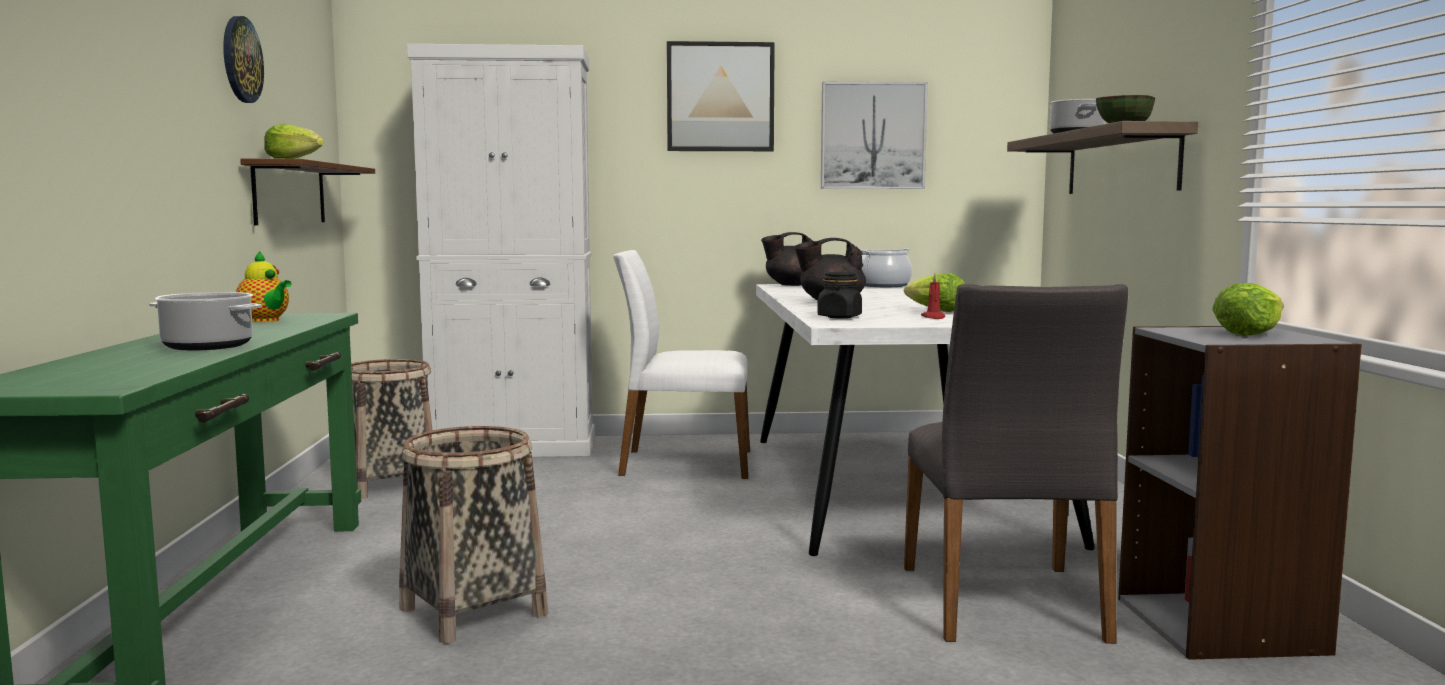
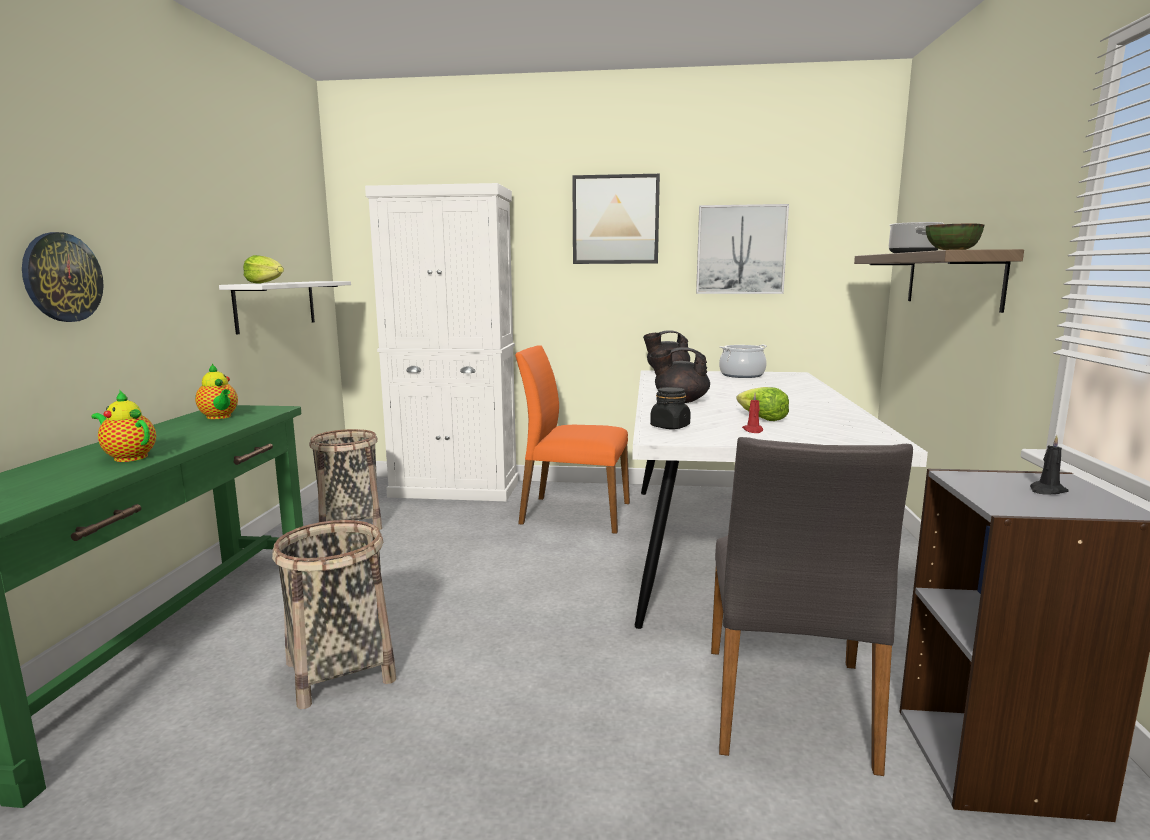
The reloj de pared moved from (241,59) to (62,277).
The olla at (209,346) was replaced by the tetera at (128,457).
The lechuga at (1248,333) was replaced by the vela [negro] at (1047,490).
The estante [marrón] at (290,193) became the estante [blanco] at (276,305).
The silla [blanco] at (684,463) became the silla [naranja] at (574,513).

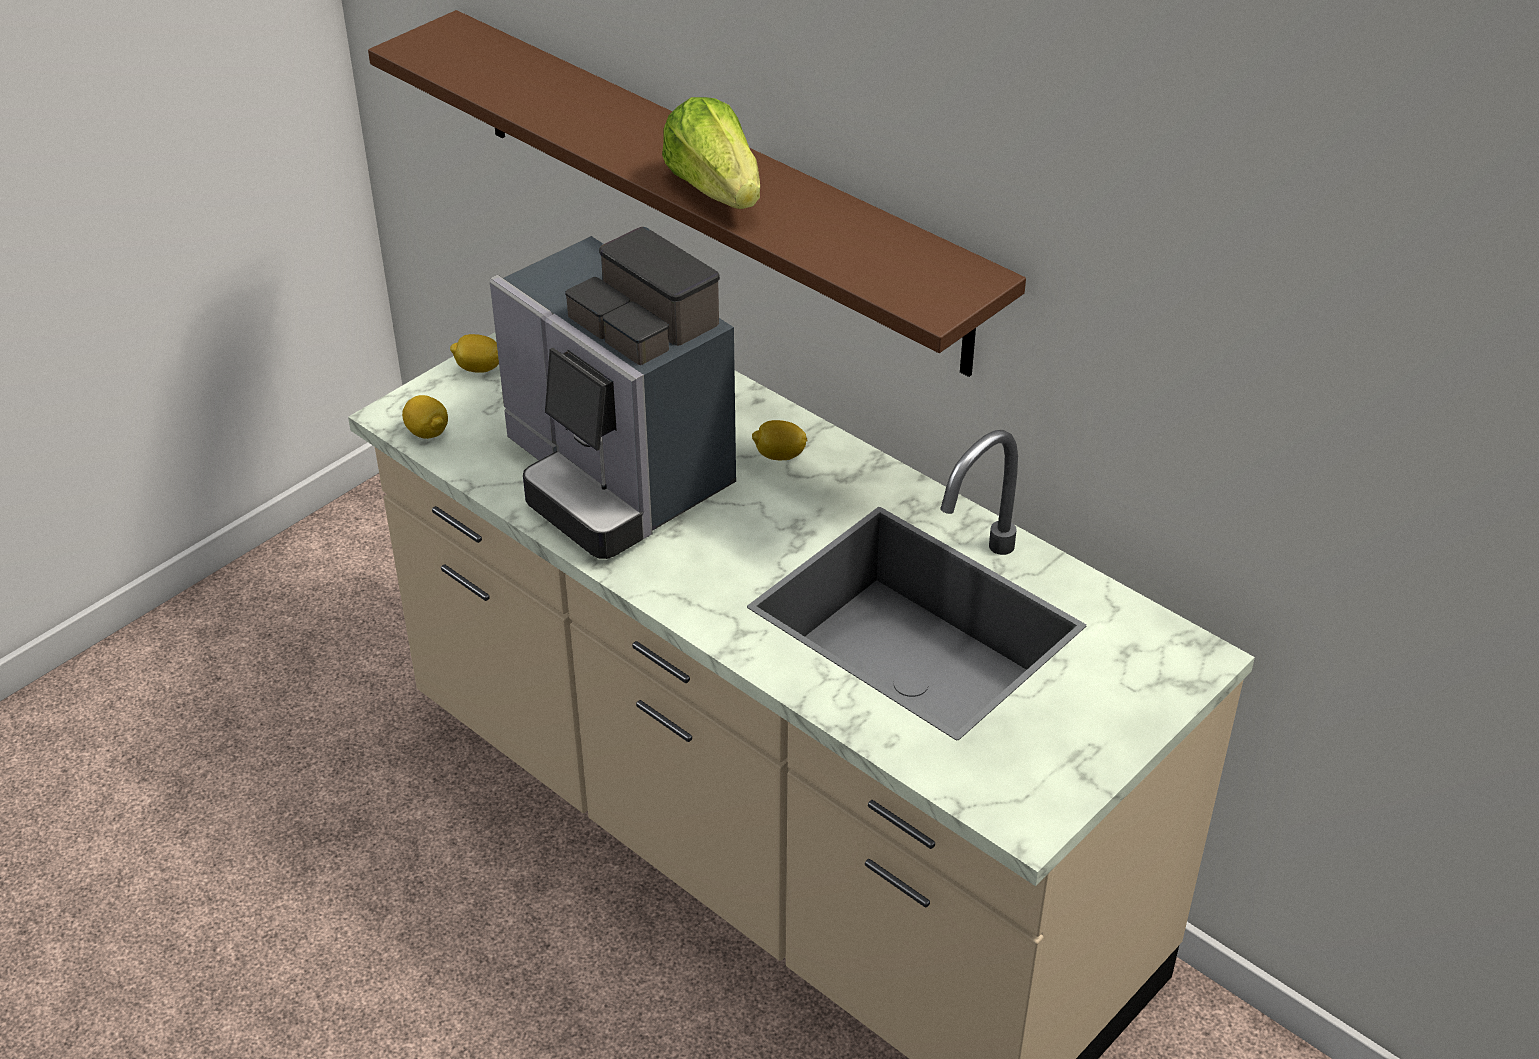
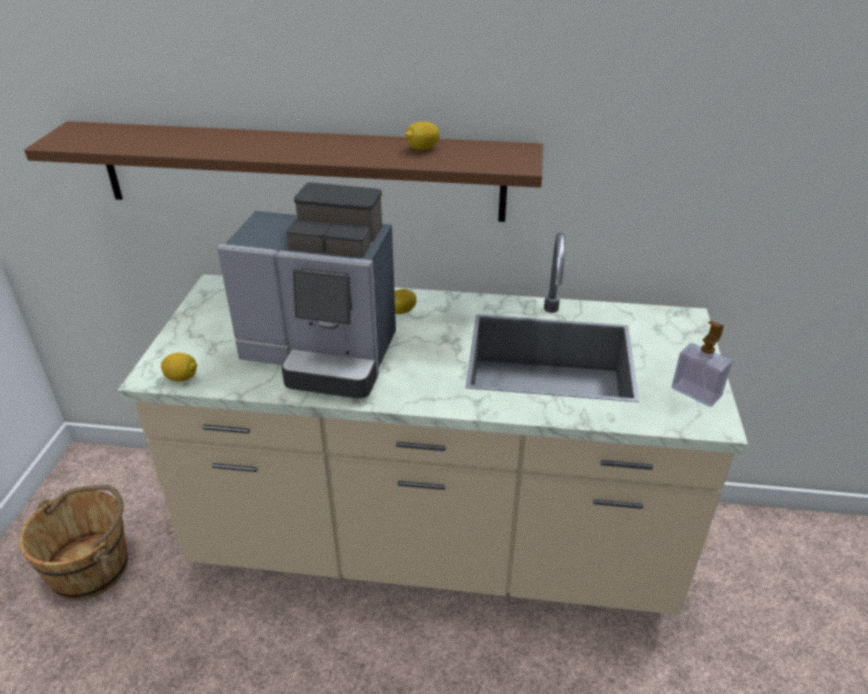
The lechuga at (716,190) disappeared.
The cubo [marrón] at (91,567) appeared.
The dispensador de jabón at (696,392) appeared.
The limón moved from (479,369) to (422,149).

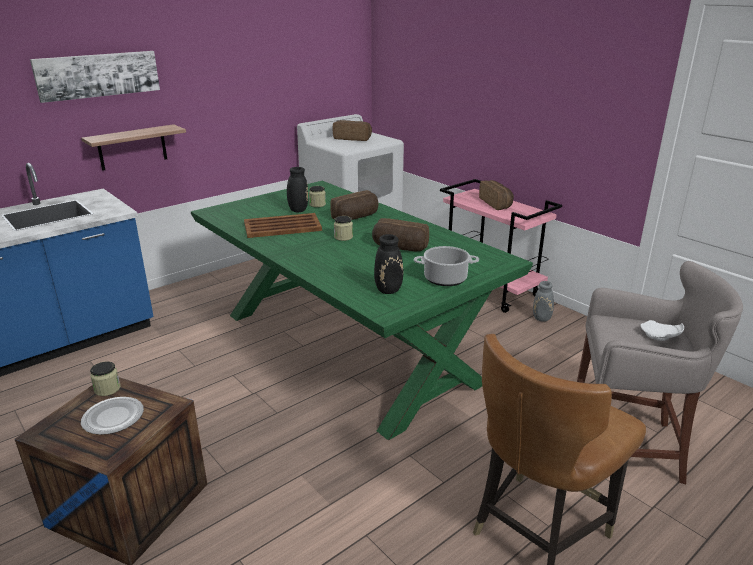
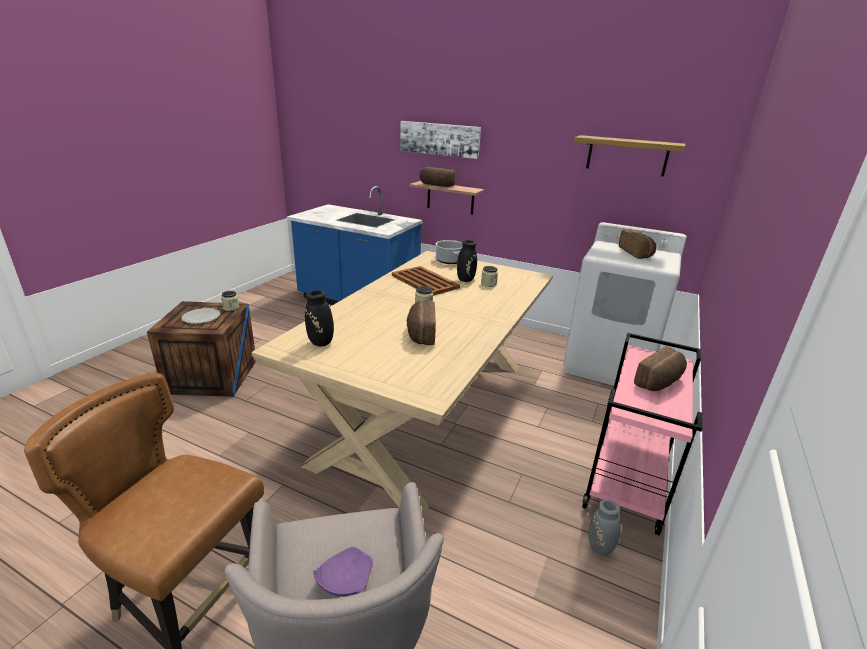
The estante at (627,155) appeared.
The pan moved from (356,217) to (436,185).
The olla moved from (444,279) to (449,260).
The mesa de comedor [verde] at (346,345) became the mesa de comedor [beis] at (427,408).
The plato [blanco] at (660,337) became the plato [morado] at (344,580).

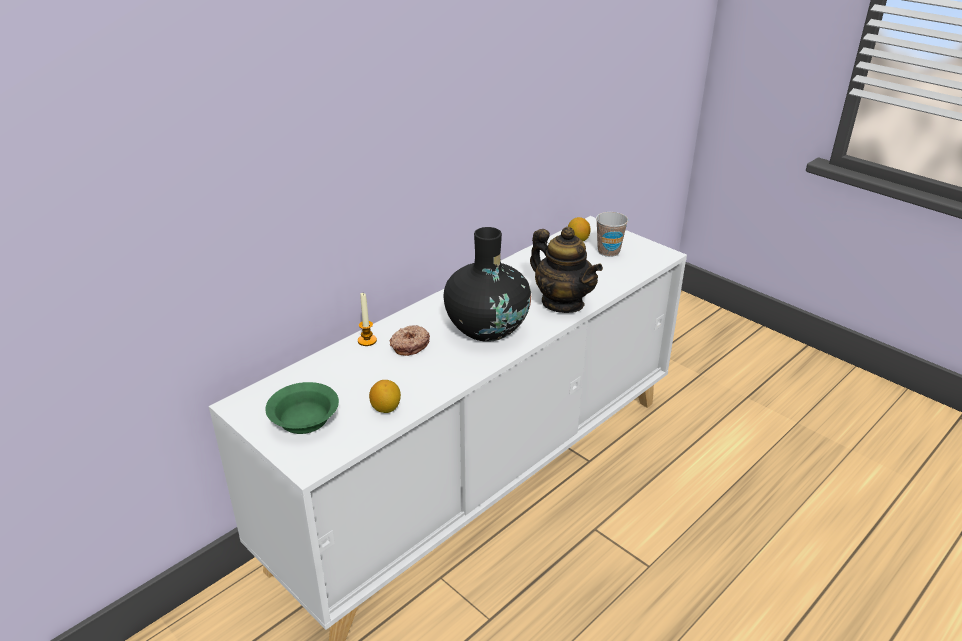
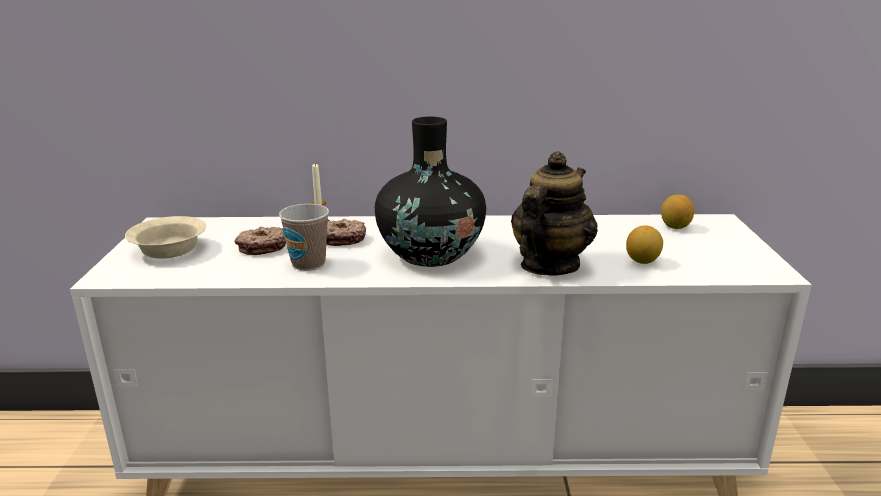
The rosquilla at (262,247) appeared.
The limón moved from (386,408) to (642,261).
The taza moved from (608,251) to (308,264).
The cuenco [verde] at (305,421) became the cuenco [beis] at (168,251).
The tetera at (562,303) turned 150 degrees counterclockwise.

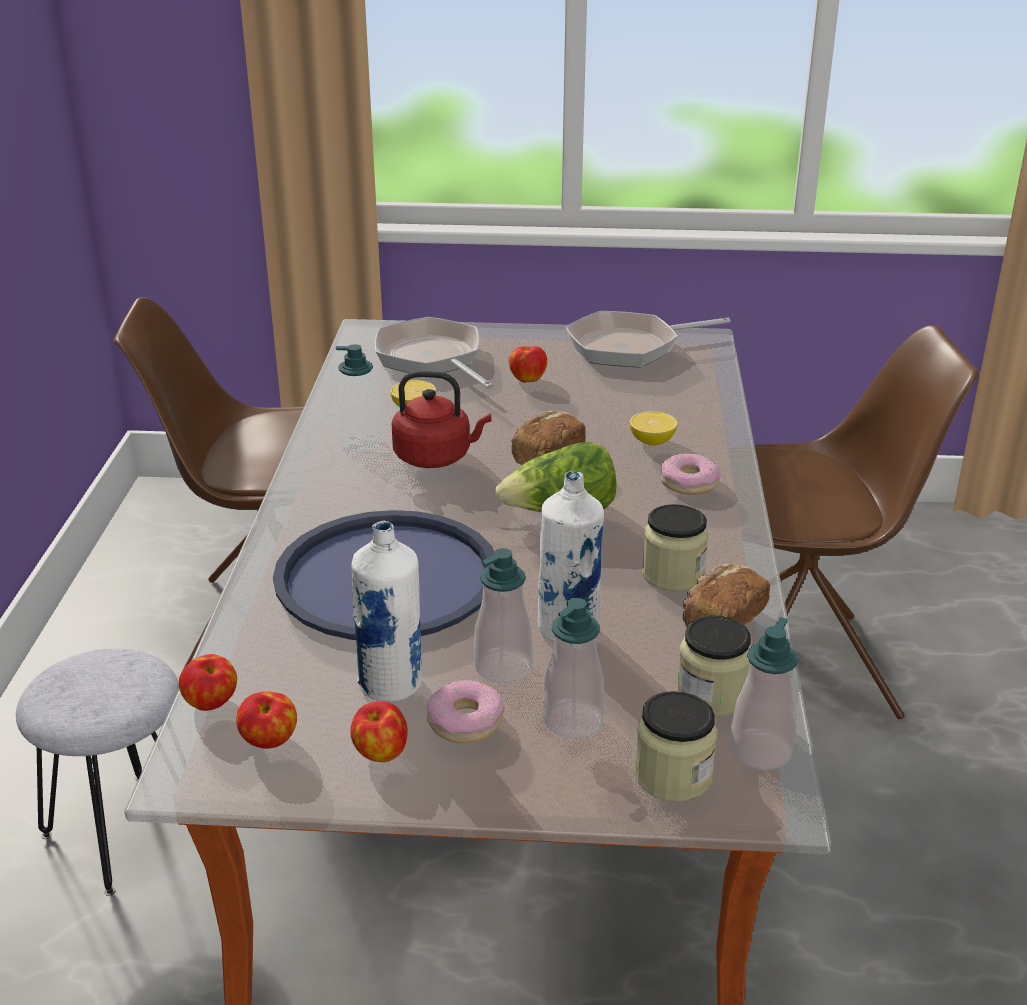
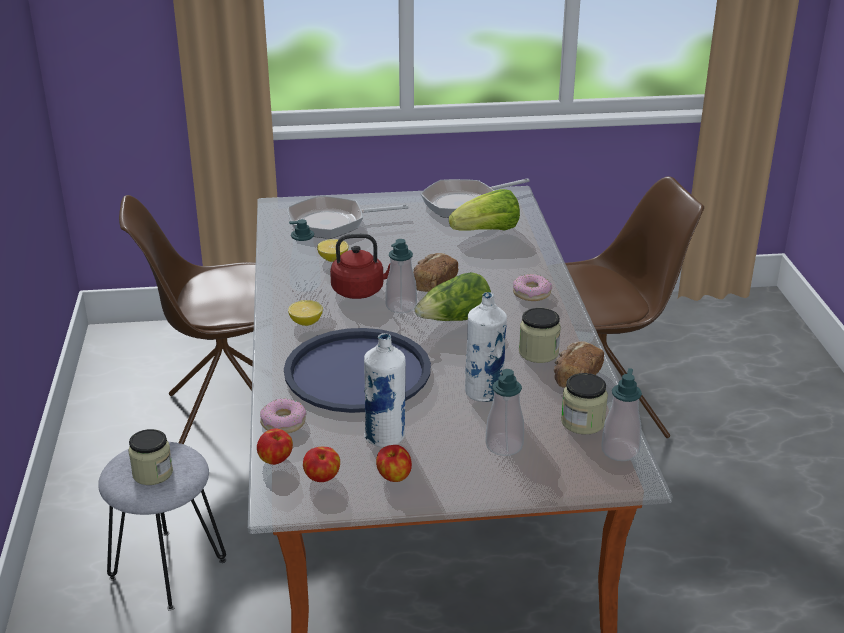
The manzana at (527,379) disappeared.
The lechuga at (487,232) appeared.
The rosquilla moved from (465,721) to (283,422).
The dispensador de jabón moved from (503,667) to (401,306).
The limón moved from (652,442) to (306,322).
The tarro moved from (673,776) to (152,473).
The sartén at (432,359) turned 60 degrees counterclockwise.

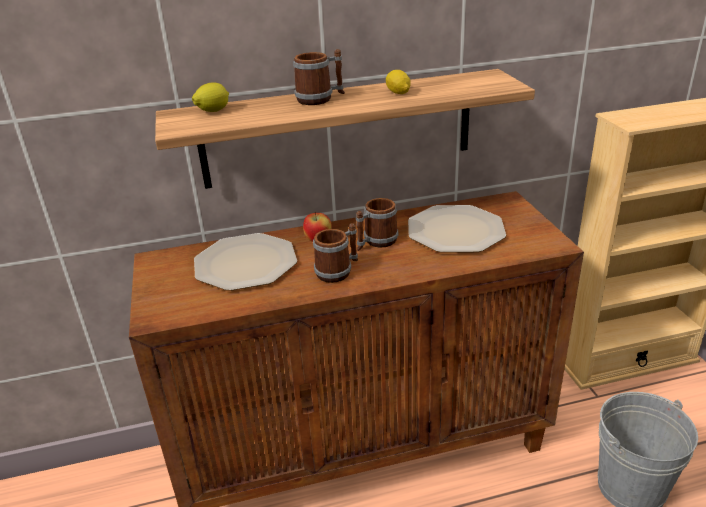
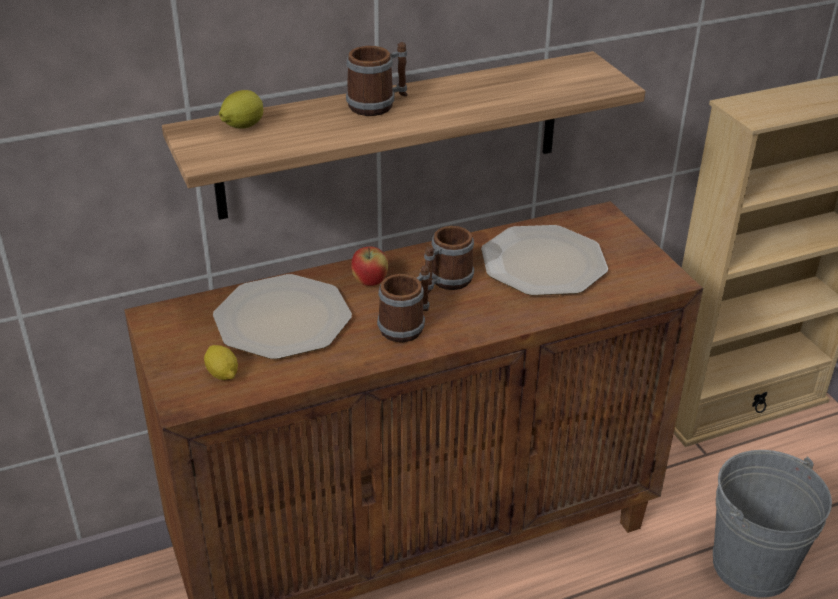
The limón moved from (398,92) to (222,373).

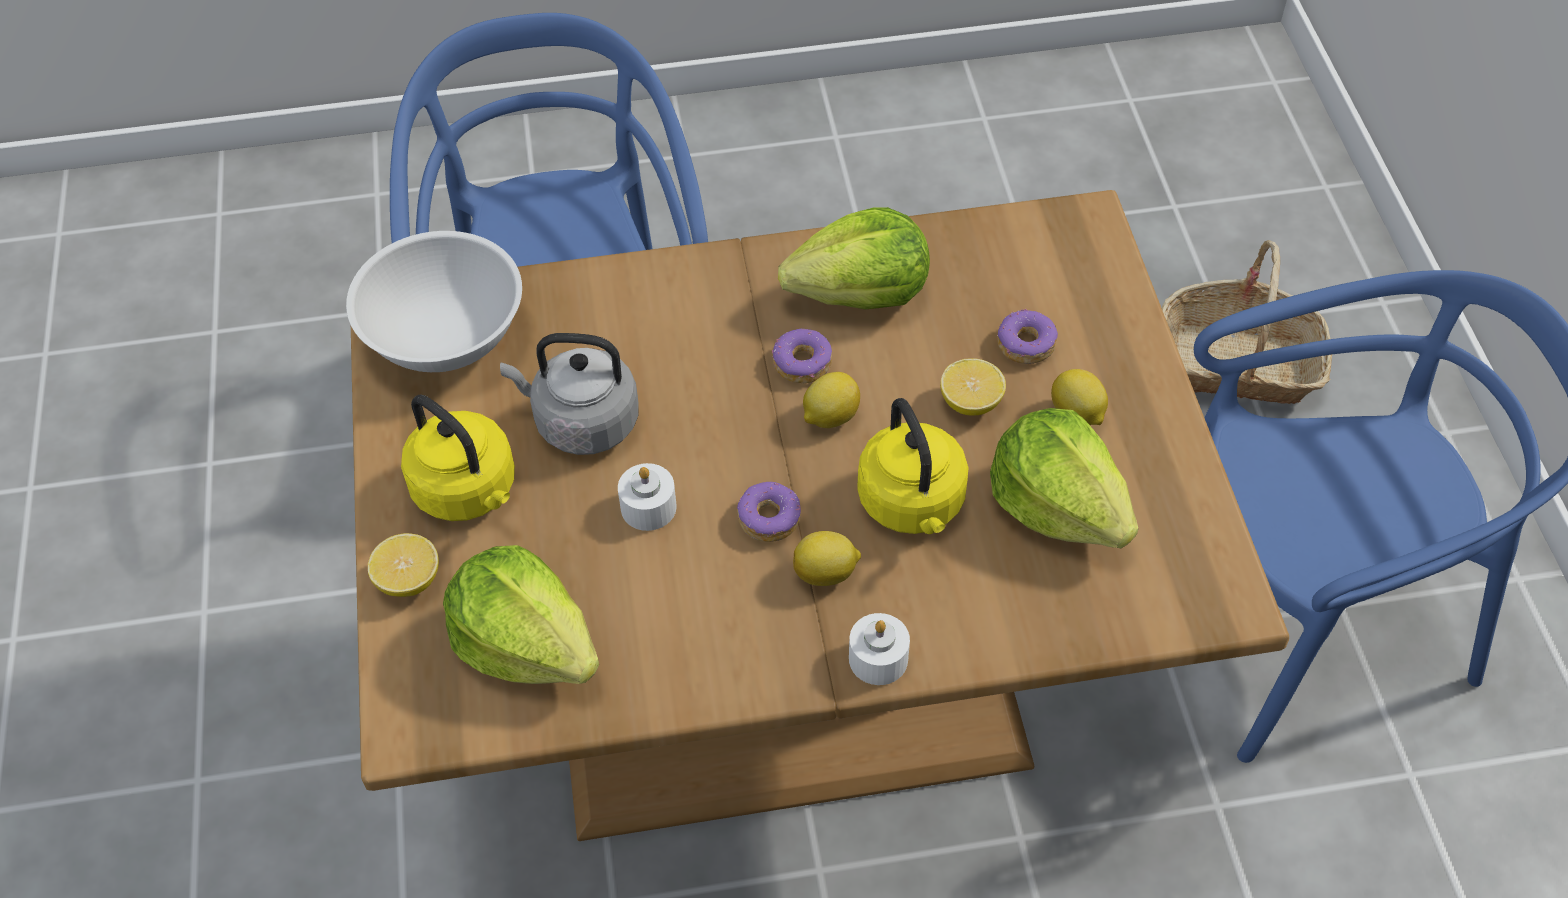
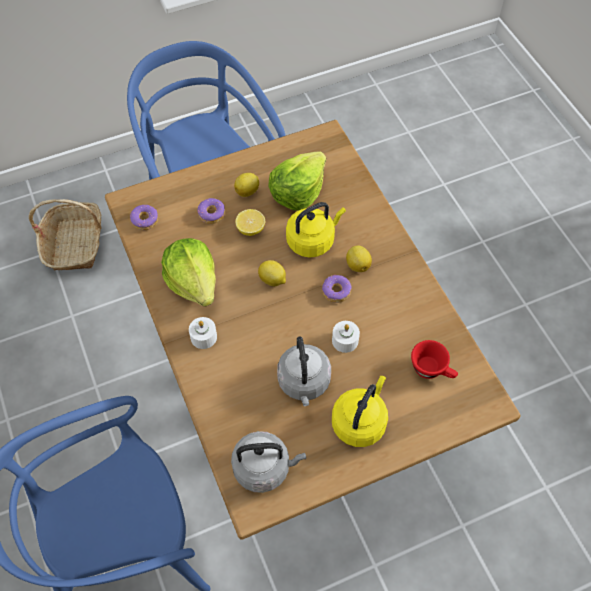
The limón at (409,580) disappeared.
The rosquilla moved from (802,364) to (145,220).
The vela [blanco] moved from (878,659) to (203,337).
The cuenco [blanco] at (446,336) was replaced by the hervidor [gris] at (265,468).
The lechuga at (526,643) was replaced by the taza [rojo] at (432,370).

